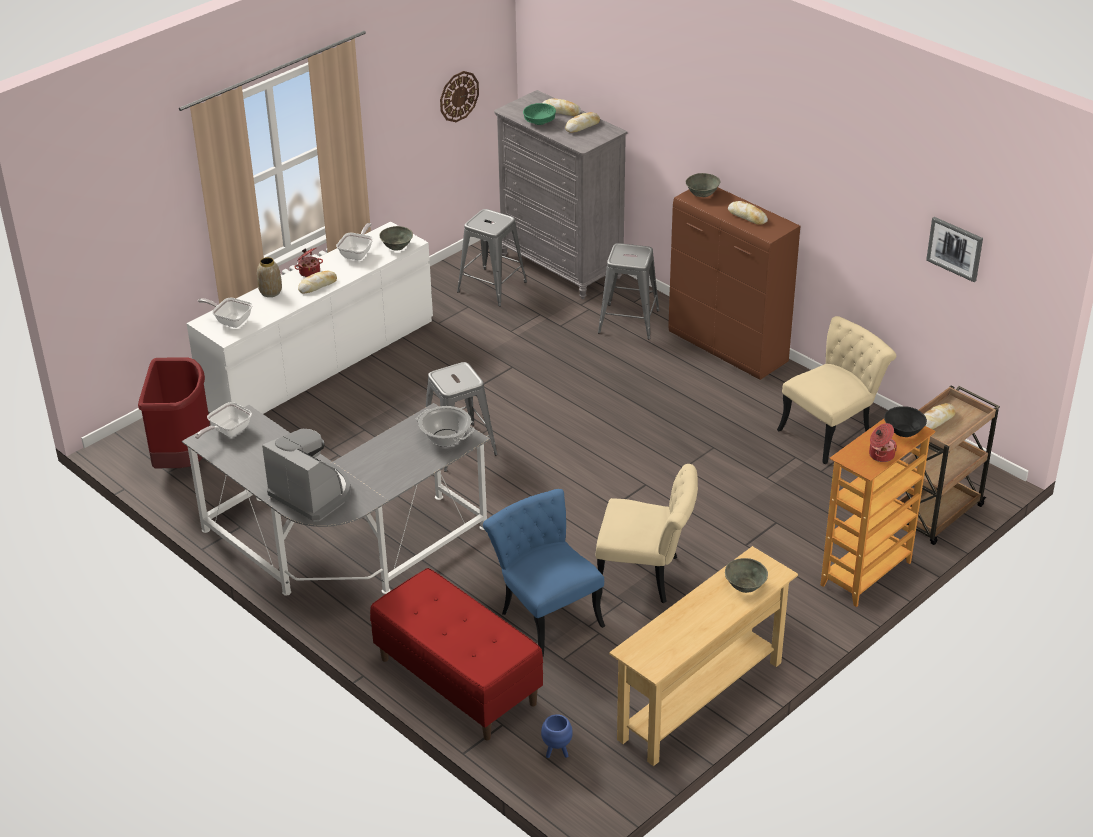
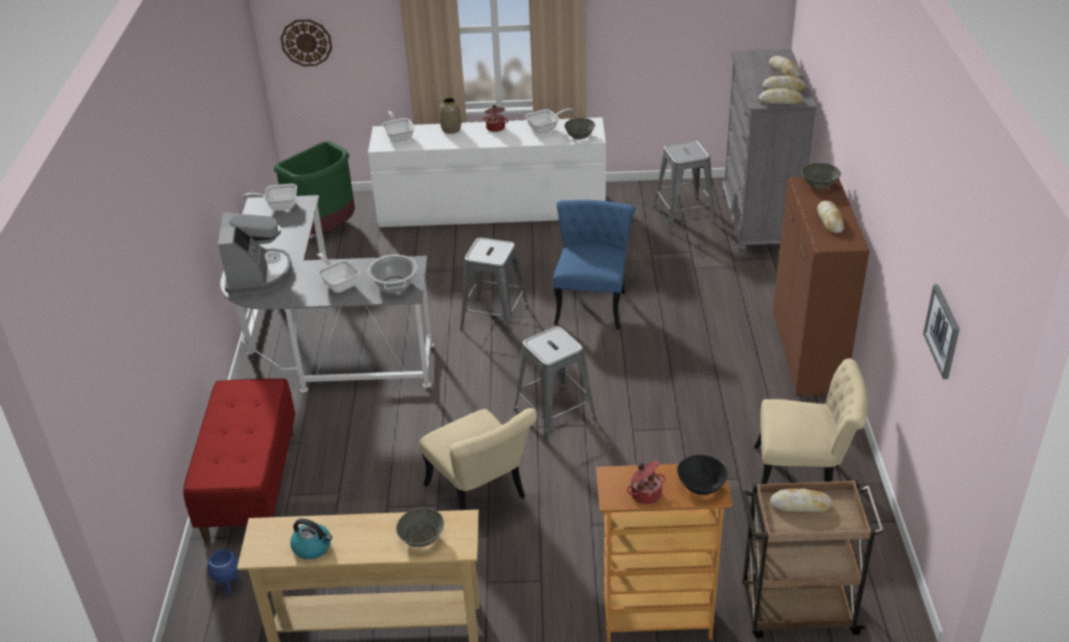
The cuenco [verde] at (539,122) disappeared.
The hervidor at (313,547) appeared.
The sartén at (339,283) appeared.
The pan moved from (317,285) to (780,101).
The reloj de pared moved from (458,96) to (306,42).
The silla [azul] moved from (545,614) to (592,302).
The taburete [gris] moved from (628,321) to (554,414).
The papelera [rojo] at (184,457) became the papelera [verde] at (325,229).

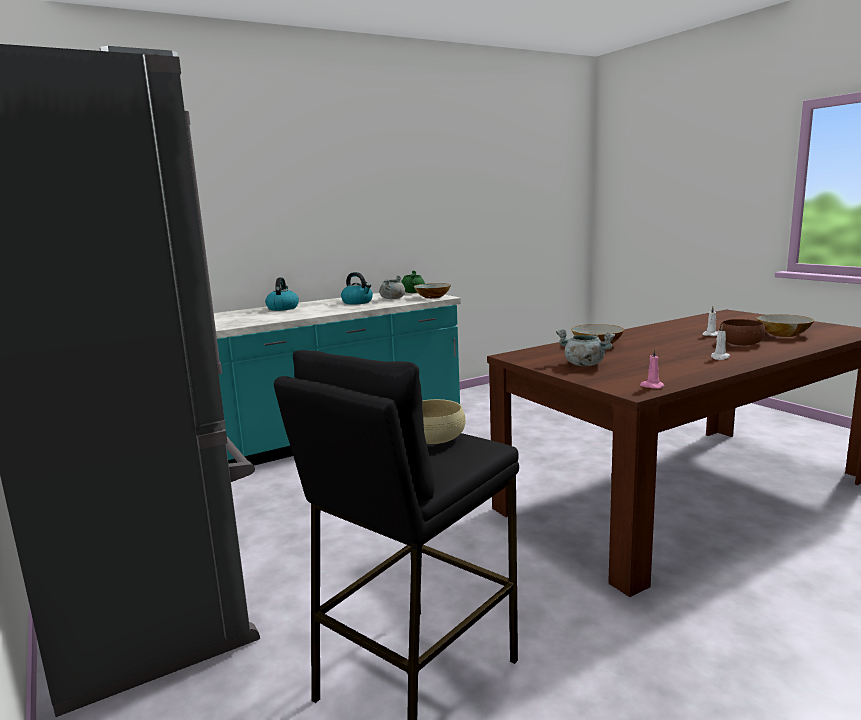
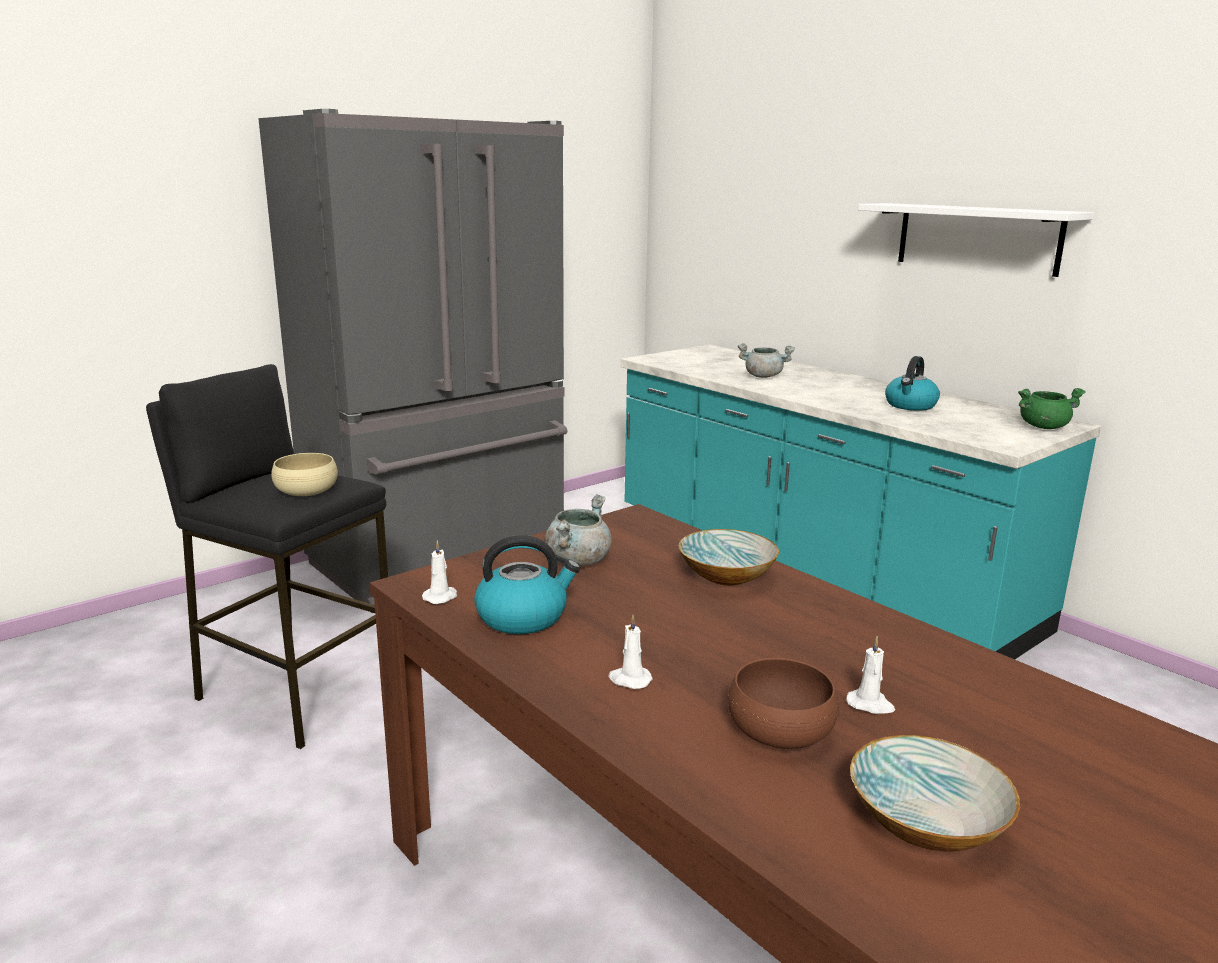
The cuenco at (433,297) disappeared.
The estante [blanco] at (977,238) appeared.
The hervidor moved from (282,308) to (523,617).
The olla [gris] moved from (392,298) to (763,376).
The vela [rosa] at (651,386) became the vela [blanco] at (441,597).

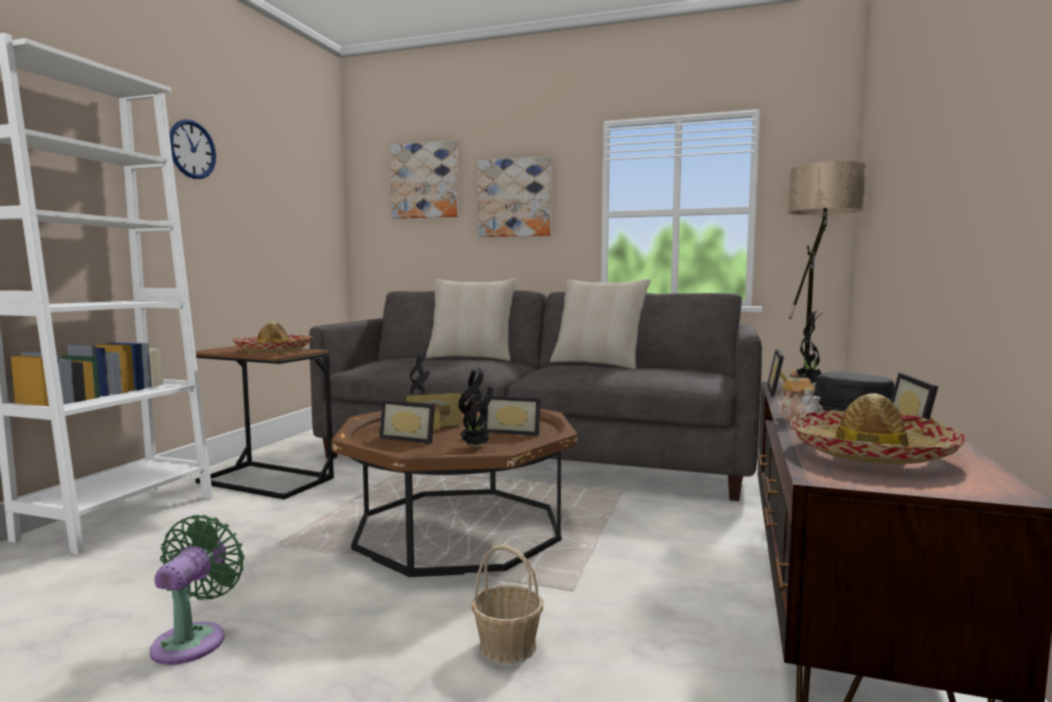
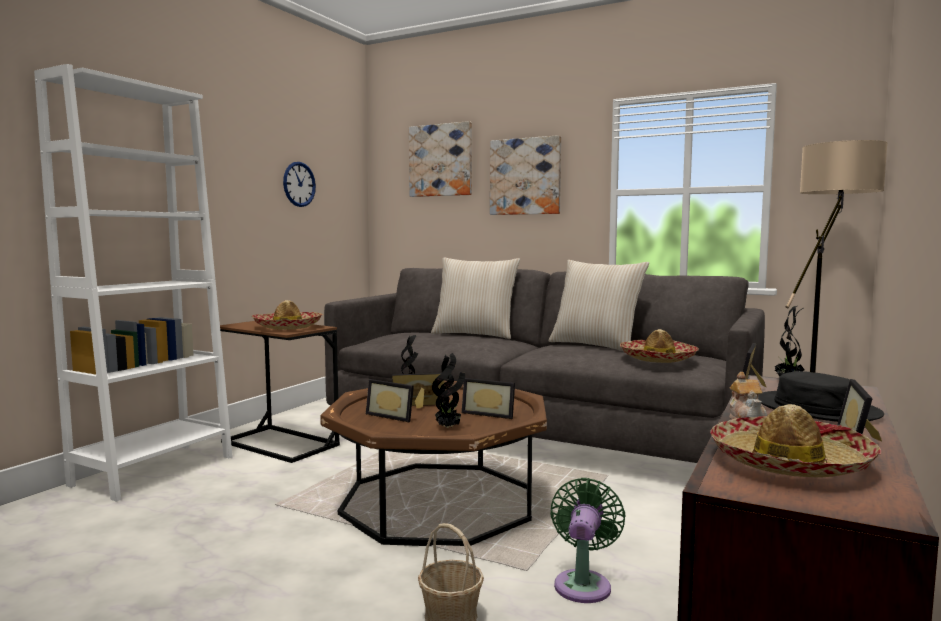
The sombrero at (658,359) appeared.
The ventilador [verde] moved from (194,639) to (583,583).
The reloj de pared moved from (192,149) to (299,184).

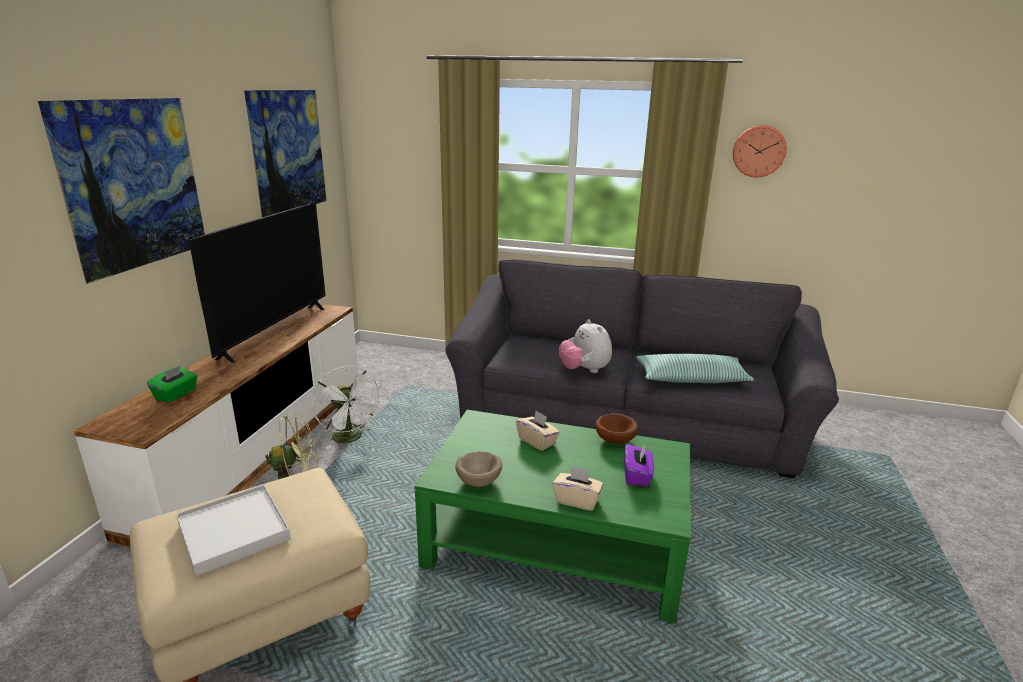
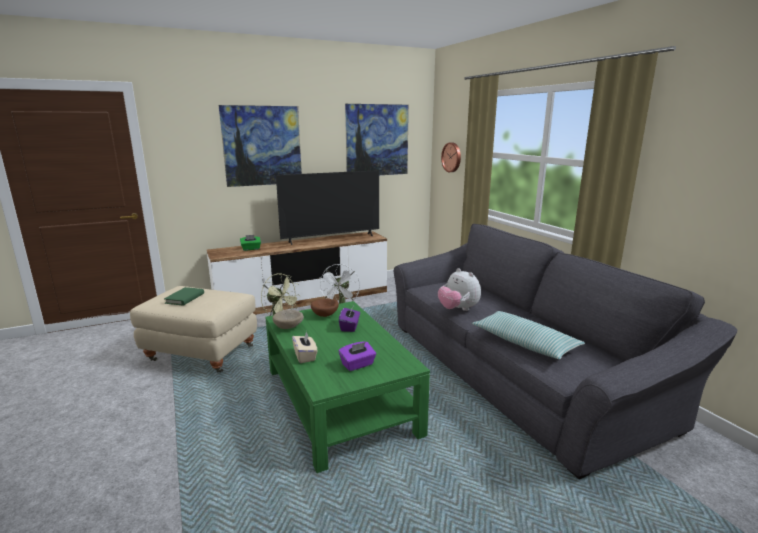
The cuenco [marrón] moved from (614,439) to (325,315).
The reloj de pared moved from (758,151) to (452,157).
The bandeja [blanco] at (233,532) was replaced by the libro [verde] at (185,298).
The caja de pañuelos [beis] at (537,441) became the caja de pañuelos [morado] at (350,327).
The peluche at (584,370) turned 60 degrees counterclockwise.

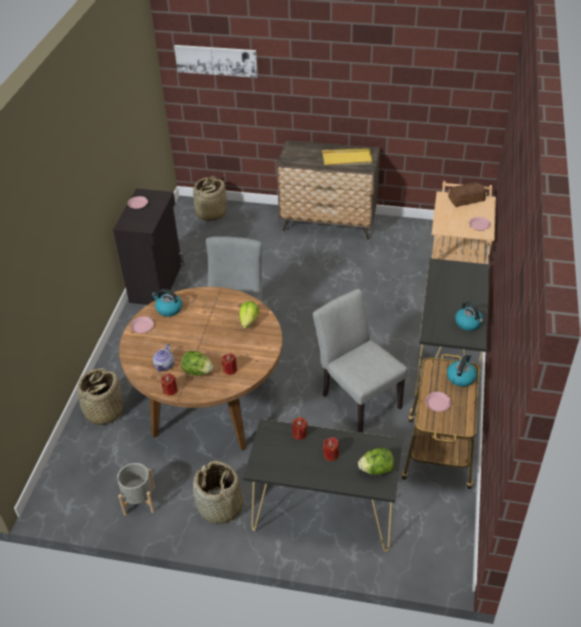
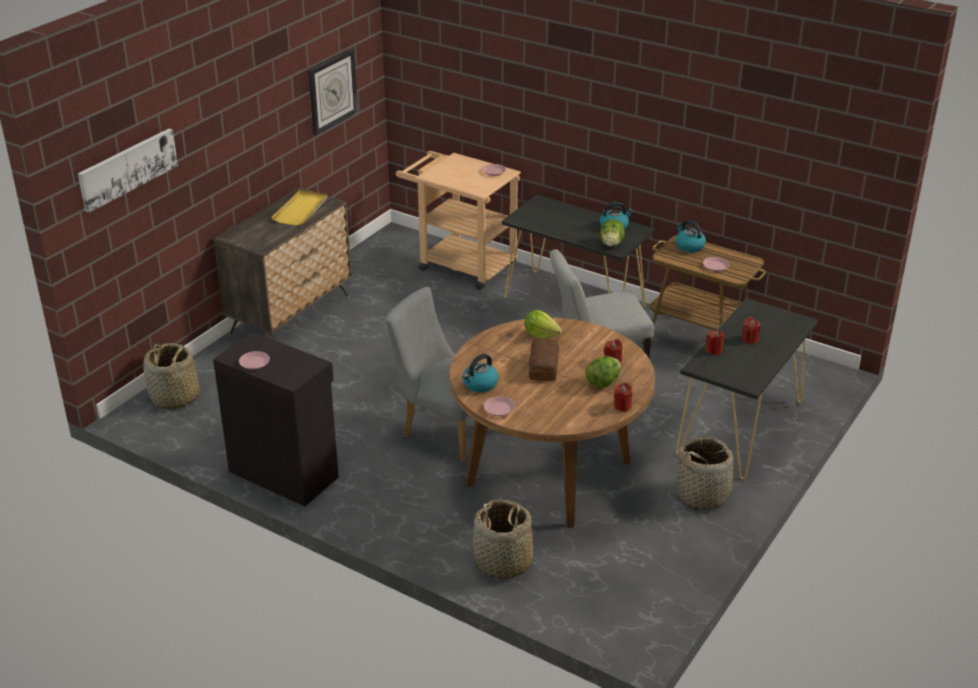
The maceta [gris] at (139,501) disappeared.
The tetera at (164,365) disappeared.
The reloj de pared at (332,91) appeared.
The lechuga moved from (376,469) to (611,244).
The pan moved from (465,199) to (542,367).

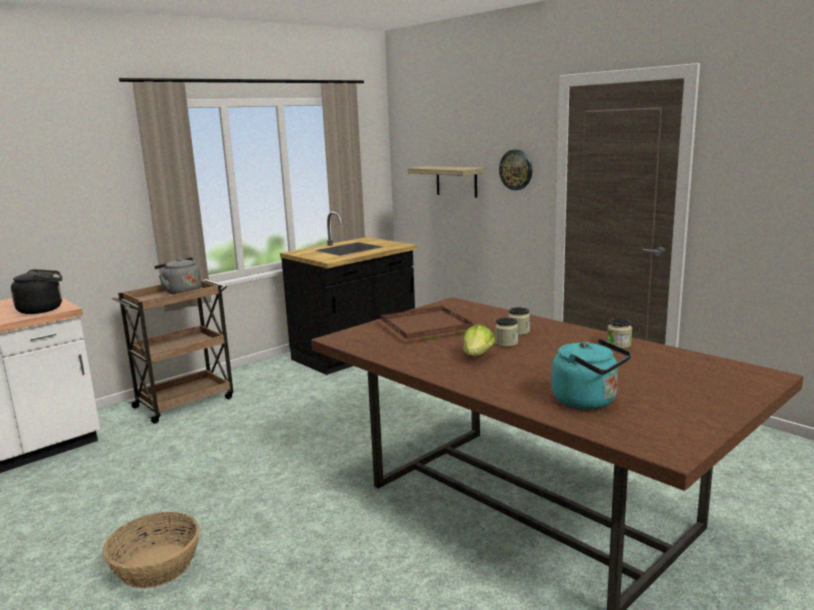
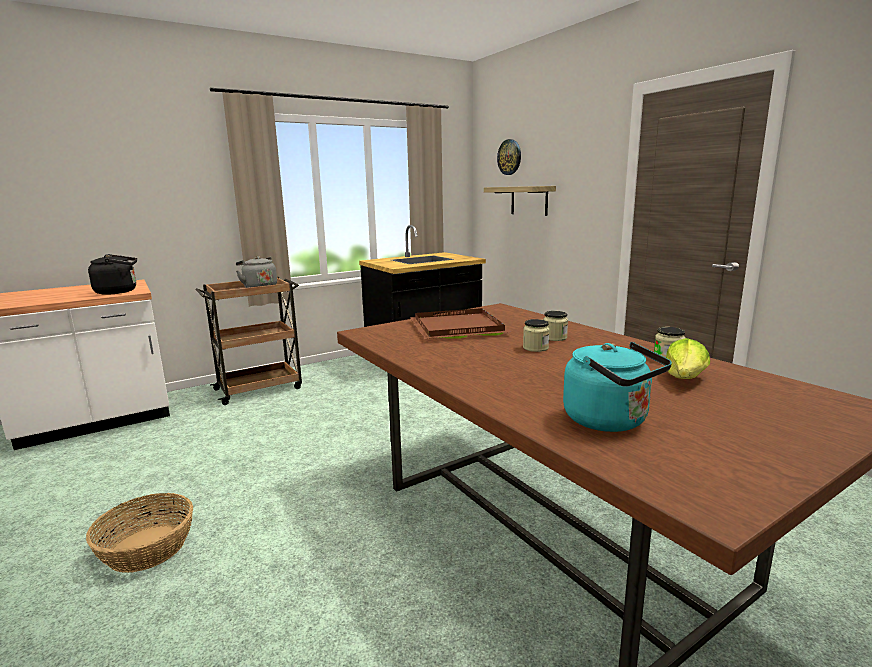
The lechuga moved from (478,356) to (685,379).
The reloj de pared moved from (516,169) to (509,157).

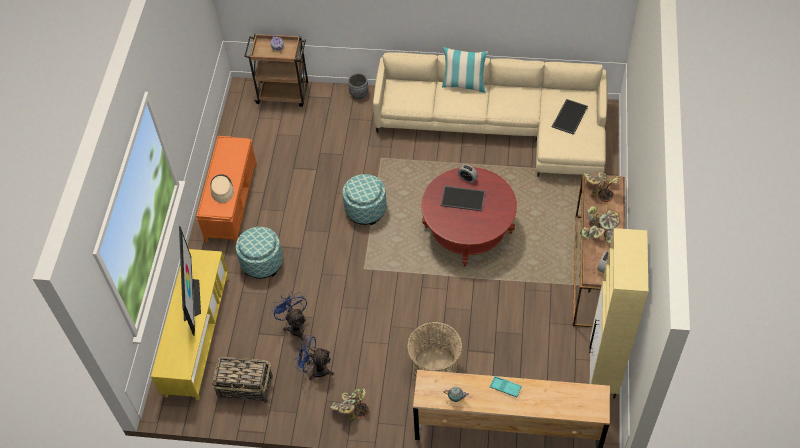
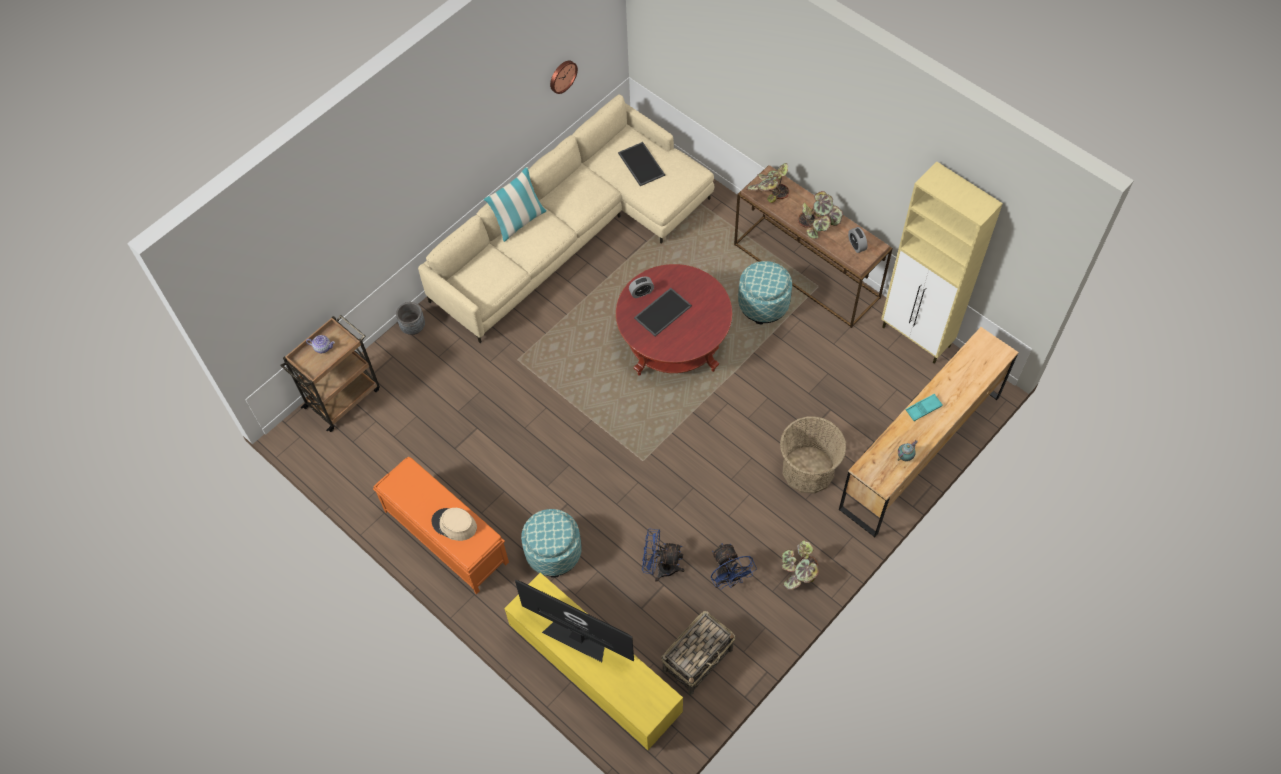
The reloj de pared at (562,76) appeared.
The puf moved from (365,209) to (763,304).
The ventilador [azul] at (315,369) turned 75 degrees counterclockwise.

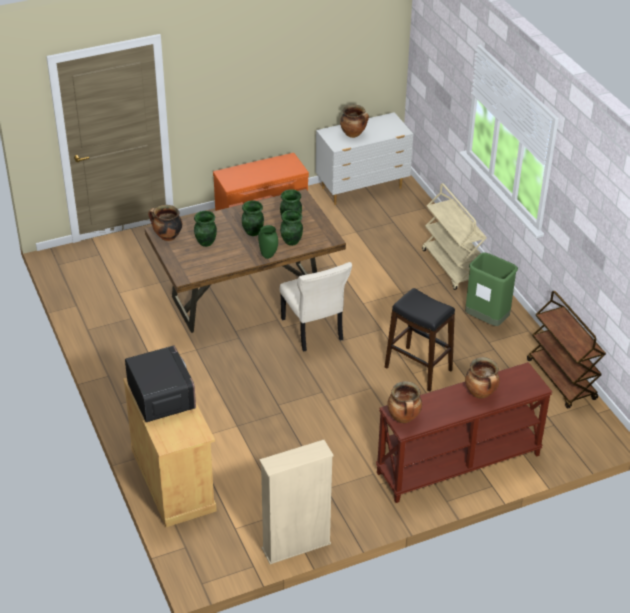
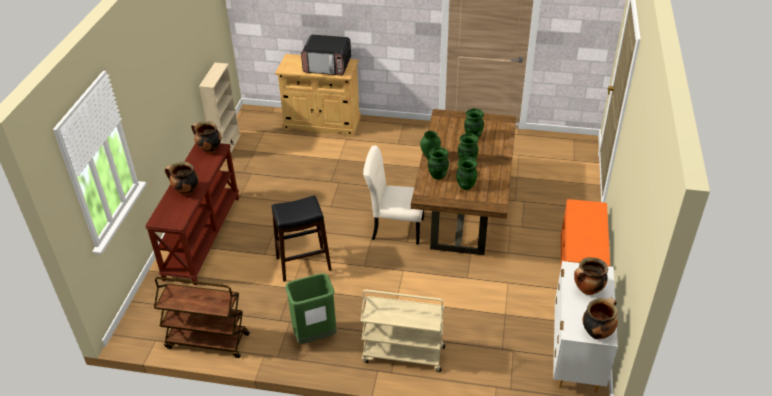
The olla moved from (167,237) to (597,332).

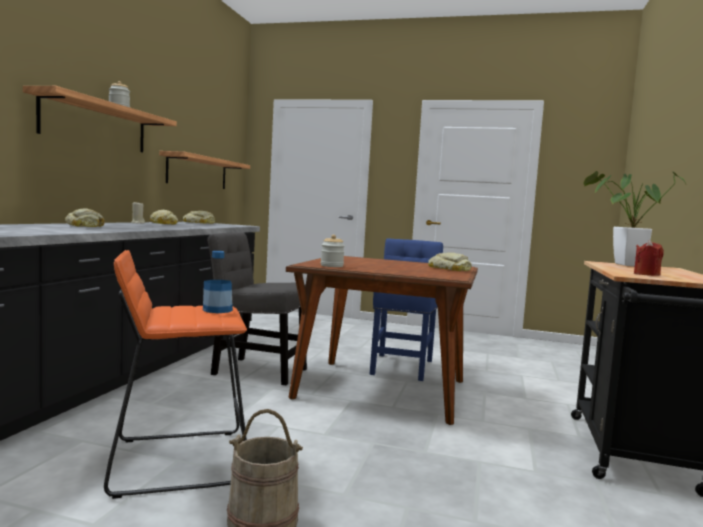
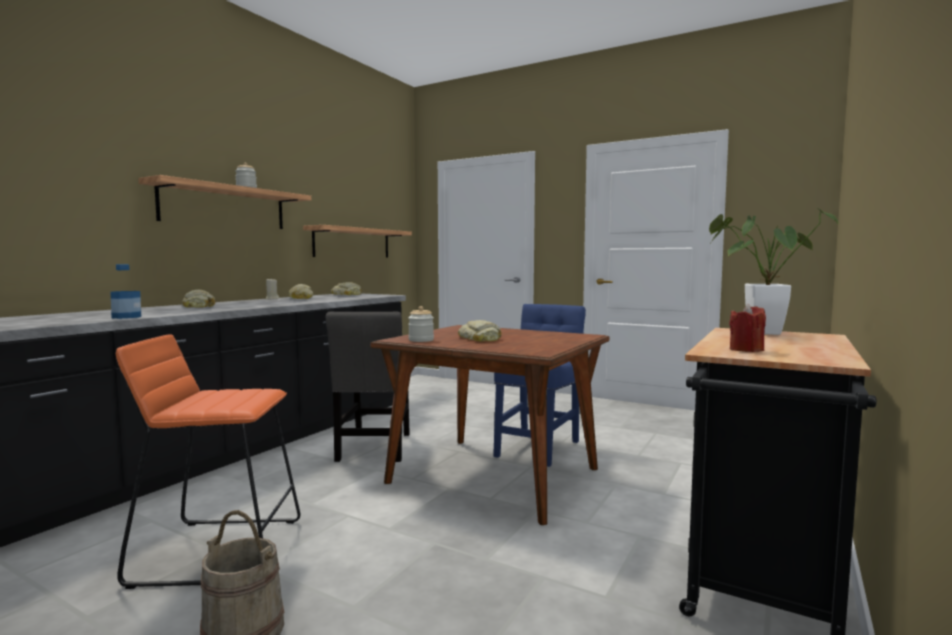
The botella moved from (217,310) to (126,317).
The pan moved from (449,268) to (479,338).
The silla [gris] at (255,371) turned 120 degrees counterclockwise.

